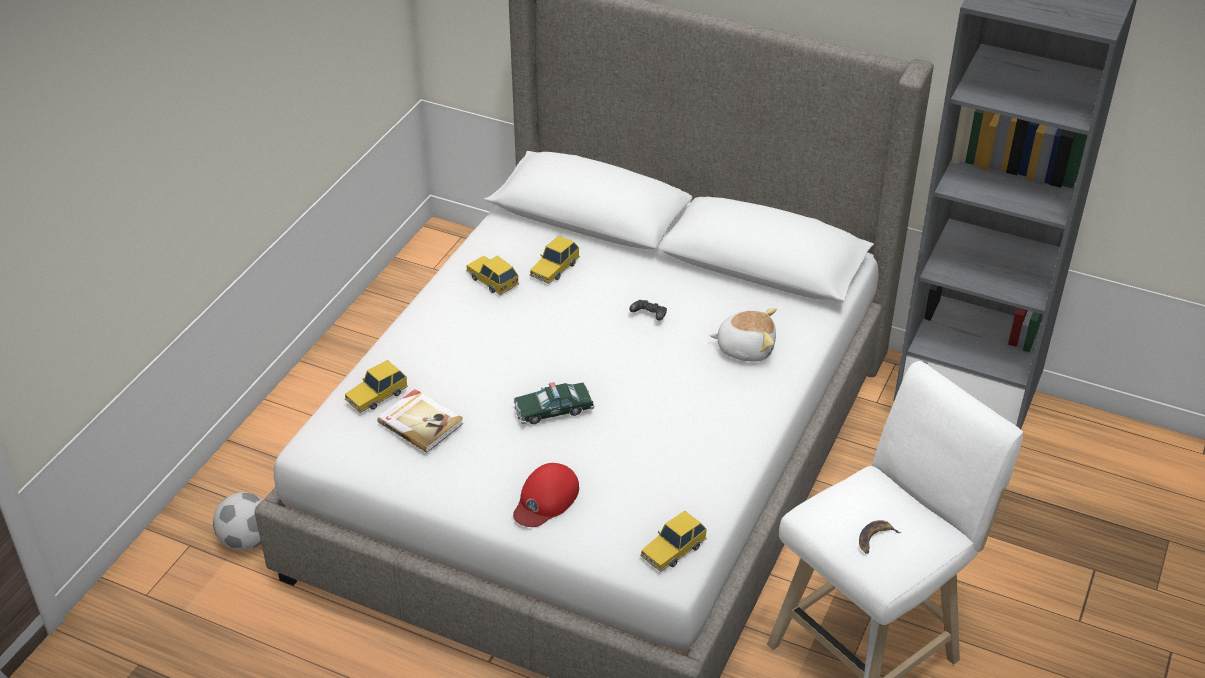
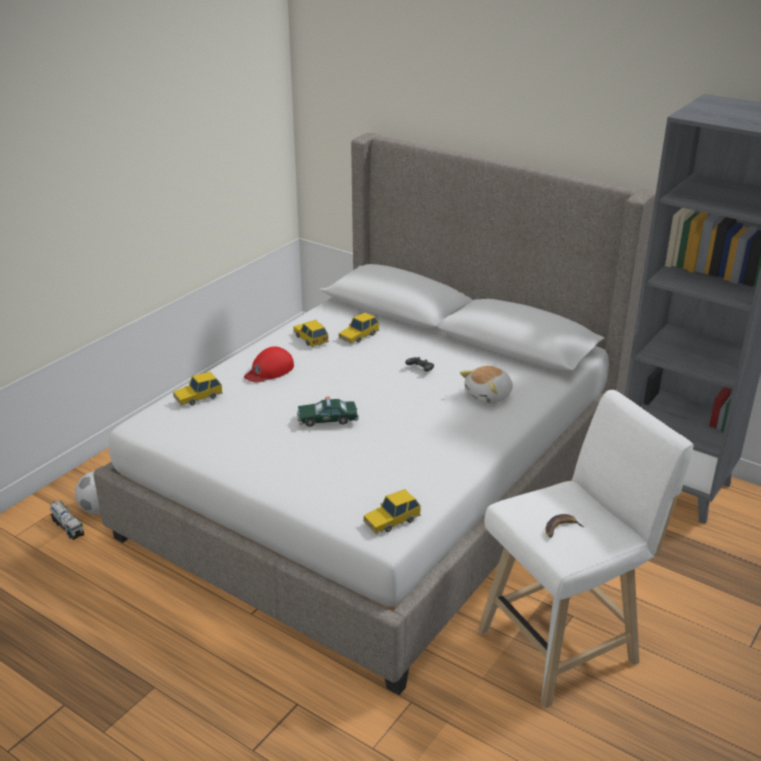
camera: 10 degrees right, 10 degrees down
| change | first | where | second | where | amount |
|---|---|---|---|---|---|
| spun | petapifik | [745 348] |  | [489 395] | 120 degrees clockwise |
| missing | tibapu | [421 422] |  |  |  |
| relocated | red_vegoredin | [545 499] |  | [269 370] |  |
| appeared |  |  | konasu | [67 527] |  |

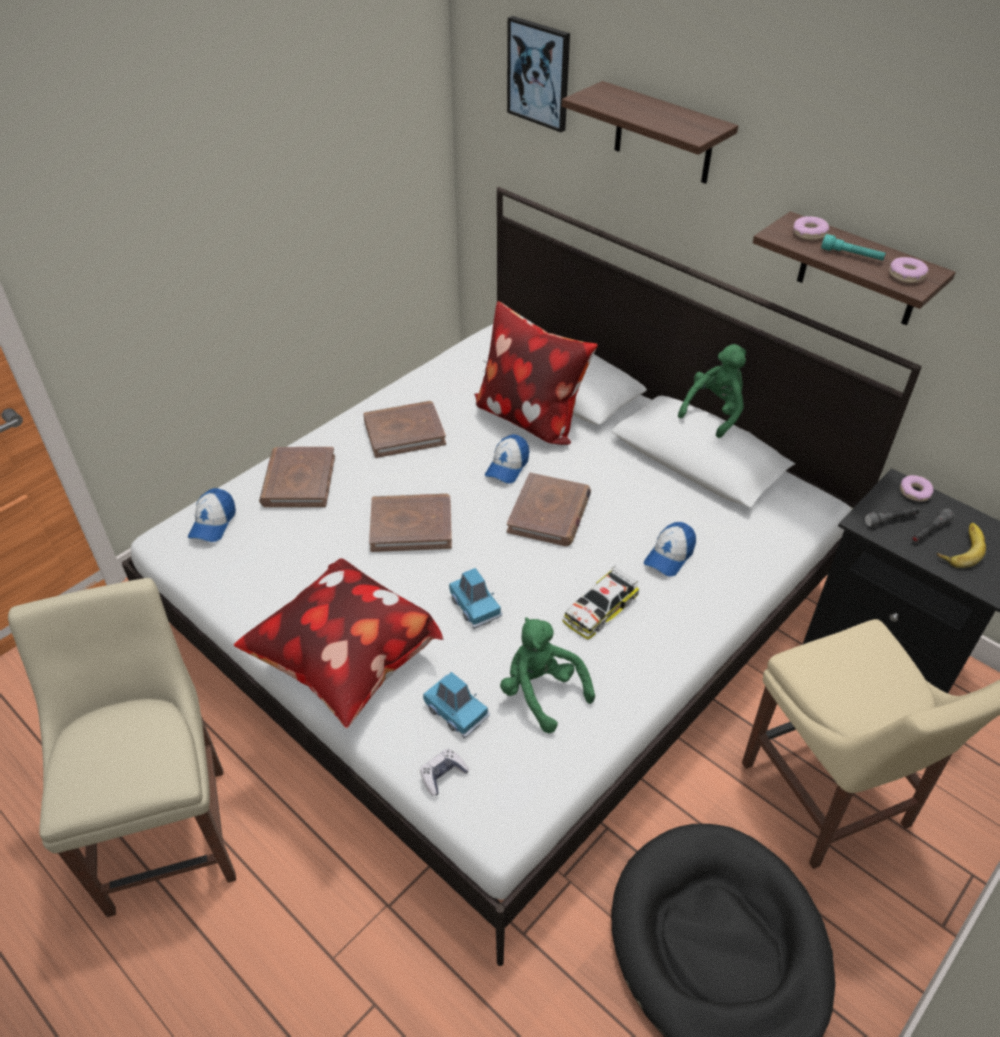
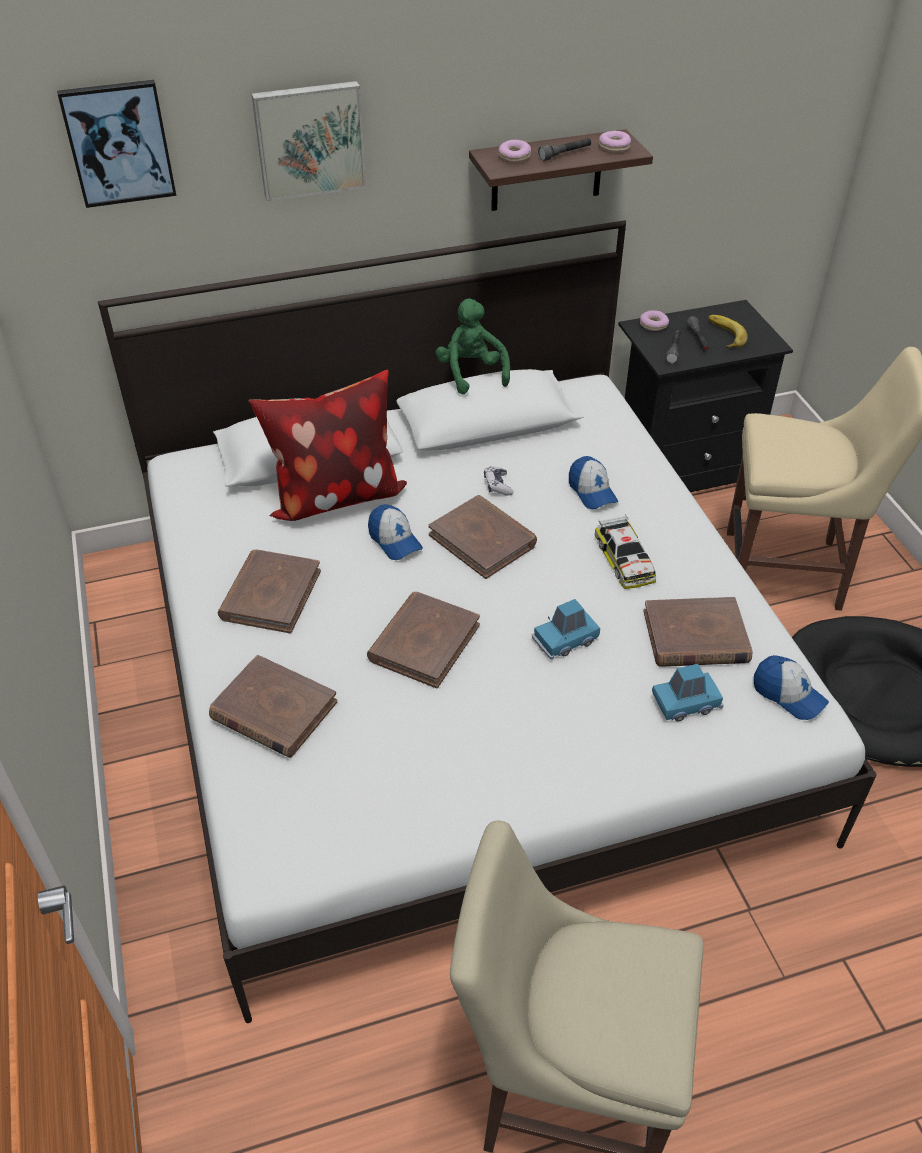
camera: 60 degrees left, 0 degrees up
| change | first | where | second | where | amount |
|---|---|---|---|---|---|
| exchanged | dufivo | [663 134] | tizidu | [309 139] |  |
| colour | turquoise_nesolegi | [851 255] | grey_nesolegi | [565 154] |  |
| relocated | vegoredin | [213 523] |  | [788 694] |  |
| missing | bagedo | [346 667] |  |  |  |
| spun | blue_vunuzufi | [475 606] |  | [565 640] | 150 degrees clockwise |
| exchanged | green_petapifik | [541 692] | brown_tibapu | [695 637] |  |
| relocated | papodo | [443 775] |  | [497 485] |  |

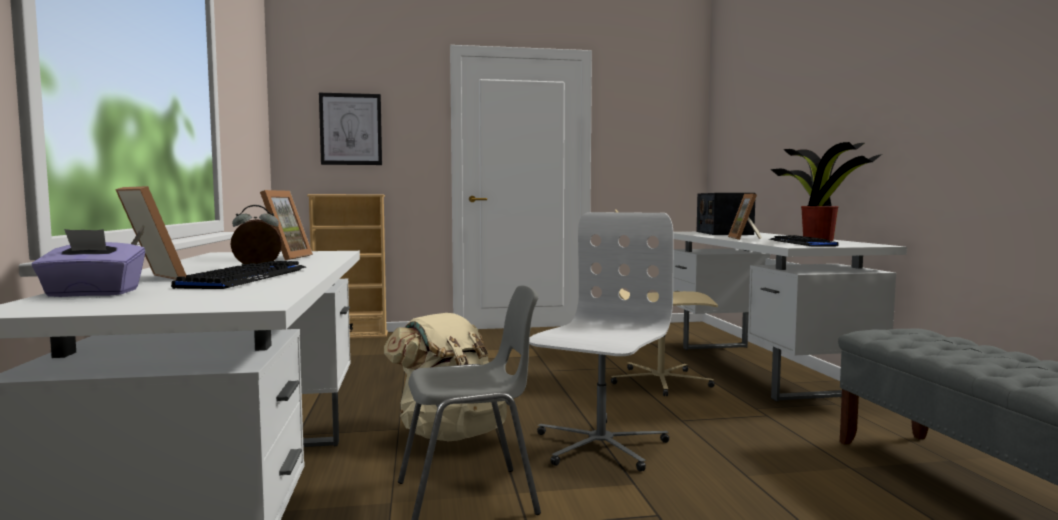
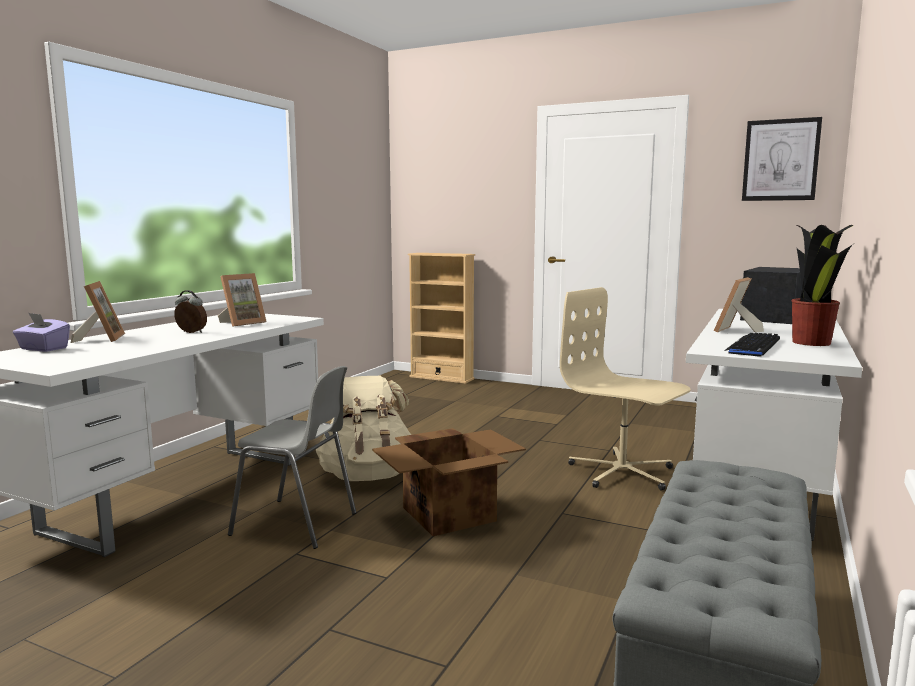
camera: 35 degrees right, 5 degrees up
| change | first | where | second | where | amount |
|---|---|---|---|---|---|
| relocated | tizidu | [351 129] |  | [780 160] |  |
| exchanged | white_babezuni | [599 445] | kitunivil | [450 514] |  |
| missing | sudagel | [247 278] |  |  |  |

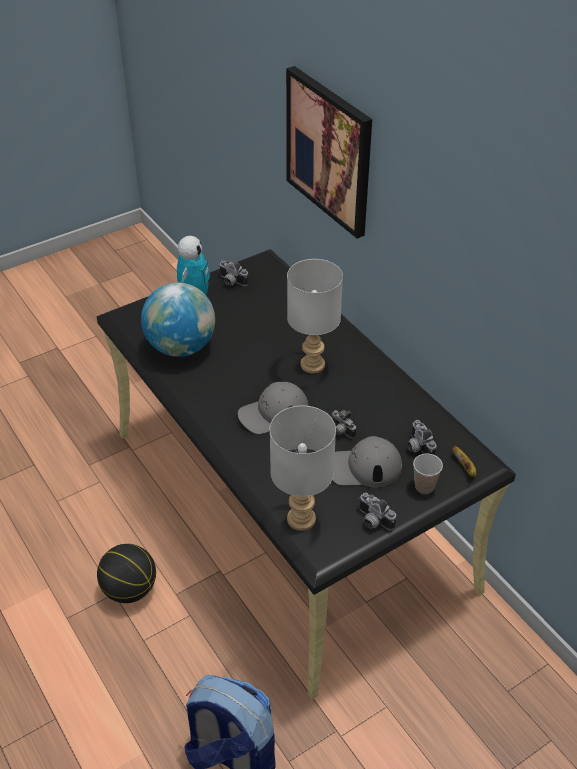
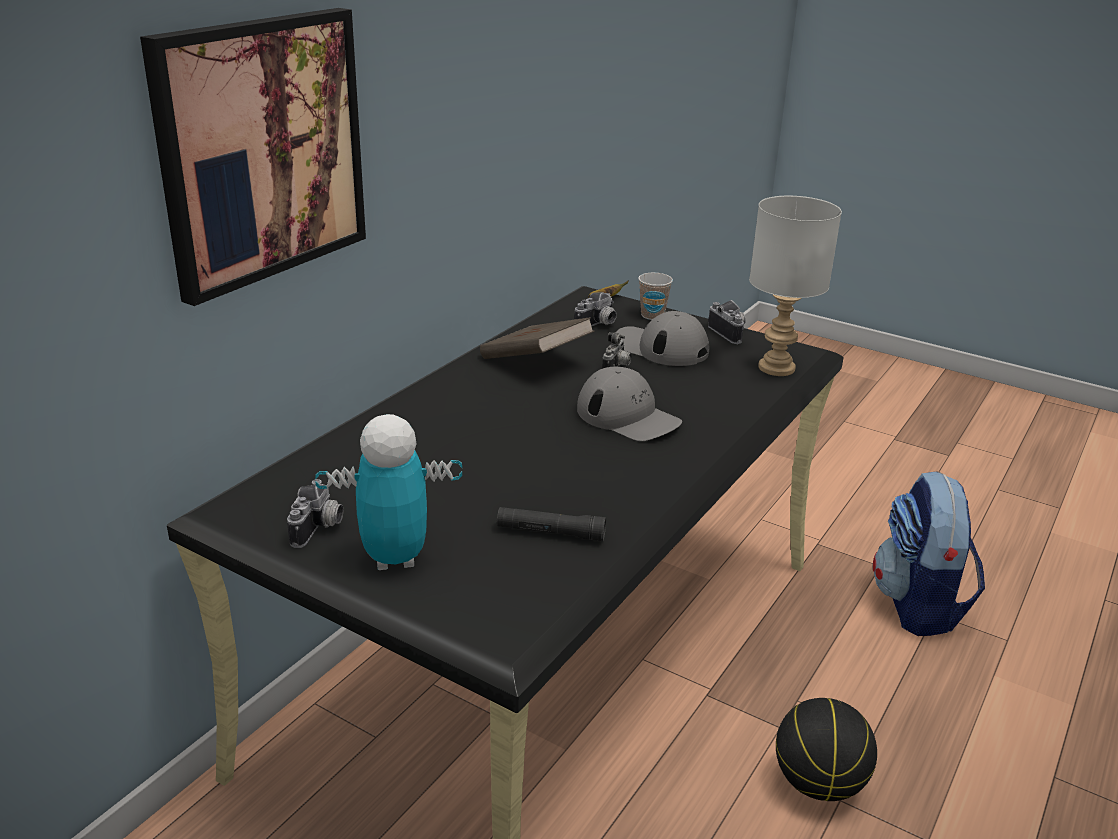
camera: 115 degrees left, 15 degrees down
| change | first | where | second | where | amount |
|---|---|---|---|---|---|
| missing | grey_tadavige | [313 365] |  |  |  |
| exchanged | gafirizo | [181 347] | black_nesolegi | [550 532] |  |
| spun | grey_vegoredin | [363 467] |  | [660 348] | 150 degrees clockwise |
| spun | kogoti | [372 521] |  | [730 333] | 45 degrees counterclockwise |
| appeared |  |  | brown_tibapu | [535 362] |  |

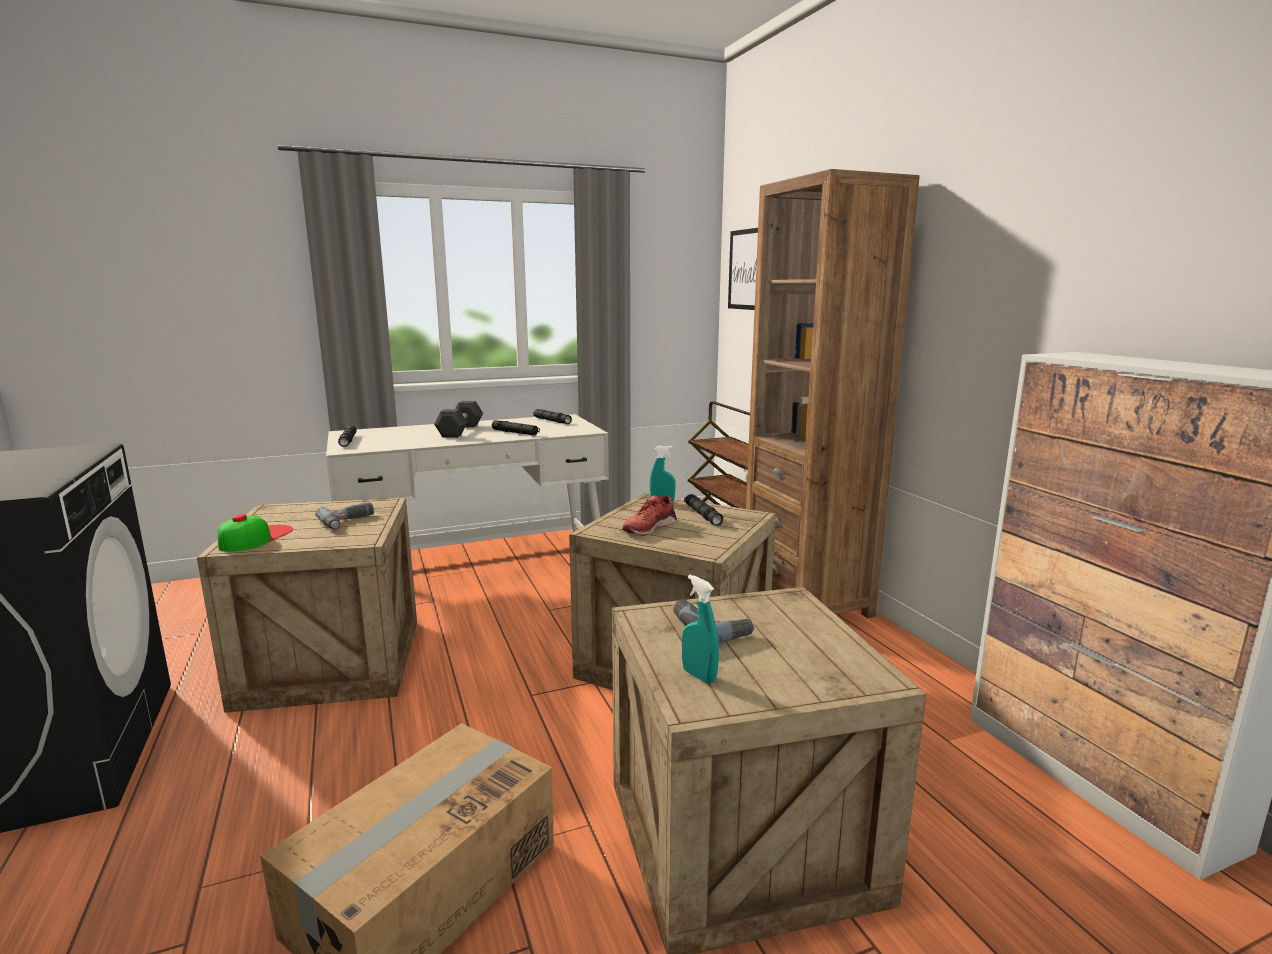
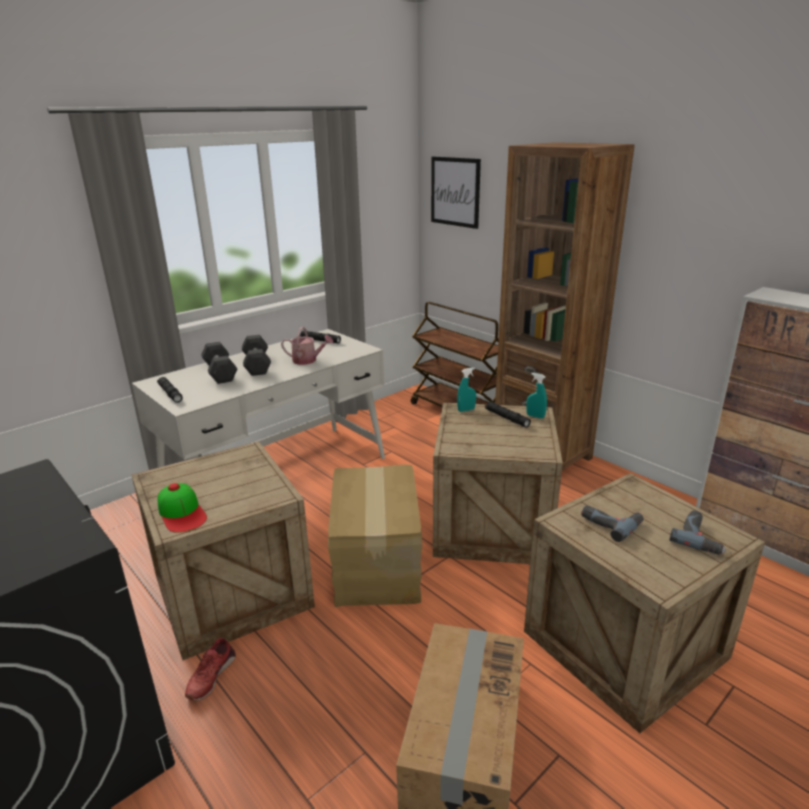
camera: 20 degrees left, 10 degrees up
| change | first | where | second | where | amount |
|---|---|---|---|---|---|
| exchanged | black_nesolegi | [515 432] | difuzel | [308 360] |  |
| relocated | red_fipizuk | [649 527] |  | [210 676] |  |
| relocated | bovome | [349 522] |  | [699 537] |  |
| spun | vegoredin | [256 537] |  | [182 513] | 150 degrees clockwise |
| relocated | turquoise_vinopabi | [699 676] |  | [535 416] |  |
| appeared |  |  | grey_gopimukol | [220 372] |  |
| appeared |  |  | kitunivil | [378 564] |  |

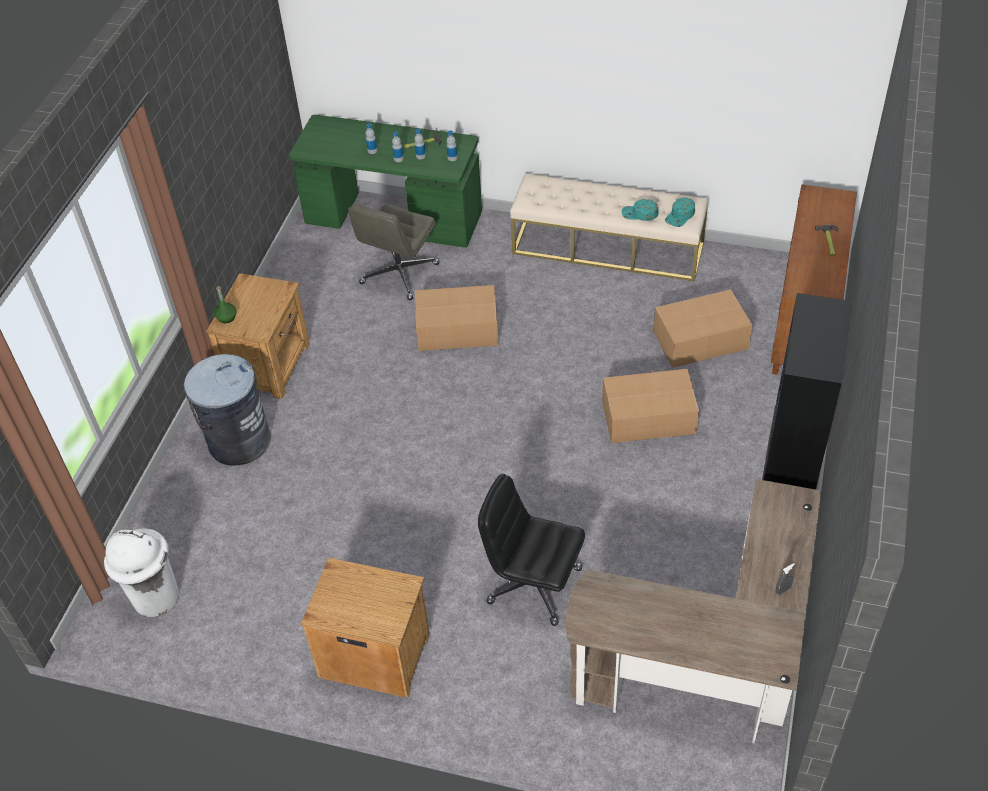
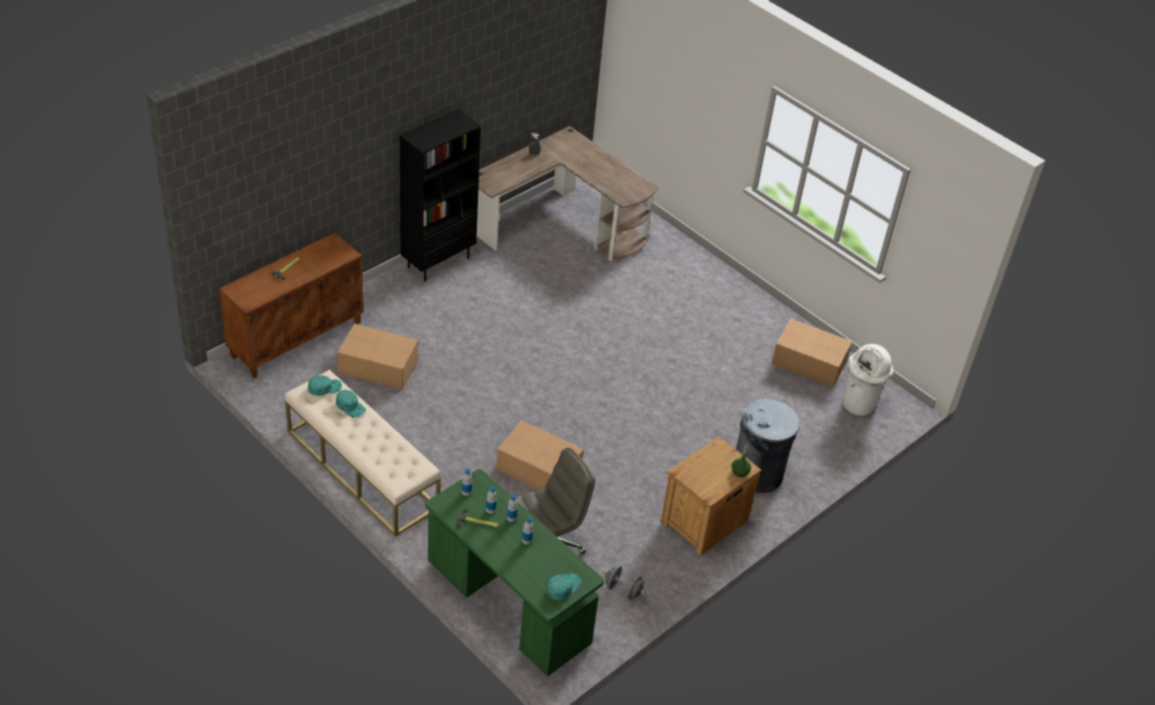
camera: 155 degrees left, 5 degrees down
| change | first | where | second | where | amount |
|---|---|---|---|---|---|
| relocated | kitunivil | [647 417] |  | [810 363] |  |
| missing | black_babezuni | [533 585] |  |  |  |
| missing | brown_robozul | [373 654] |  |  |  |
| appeared |  |  | grey_gopimukol | [623 590] |  |
| appeared |  |  | turquoise_vegoredin | [563 587] |  |

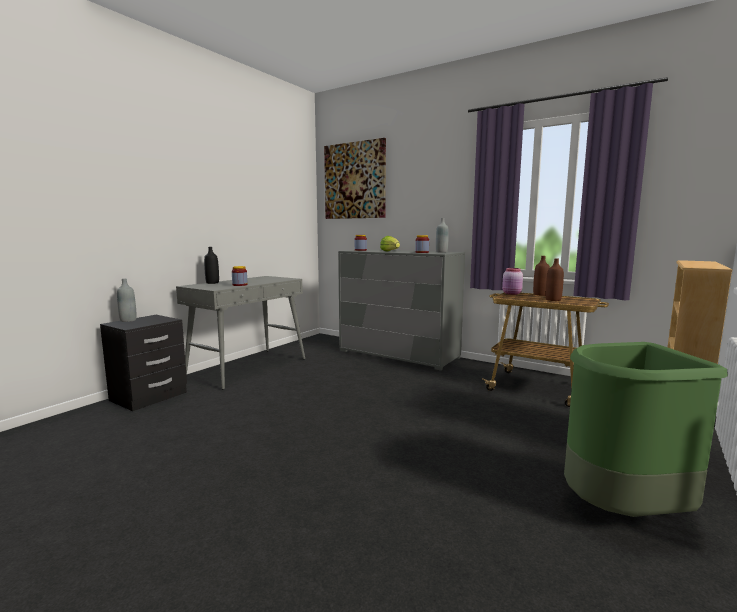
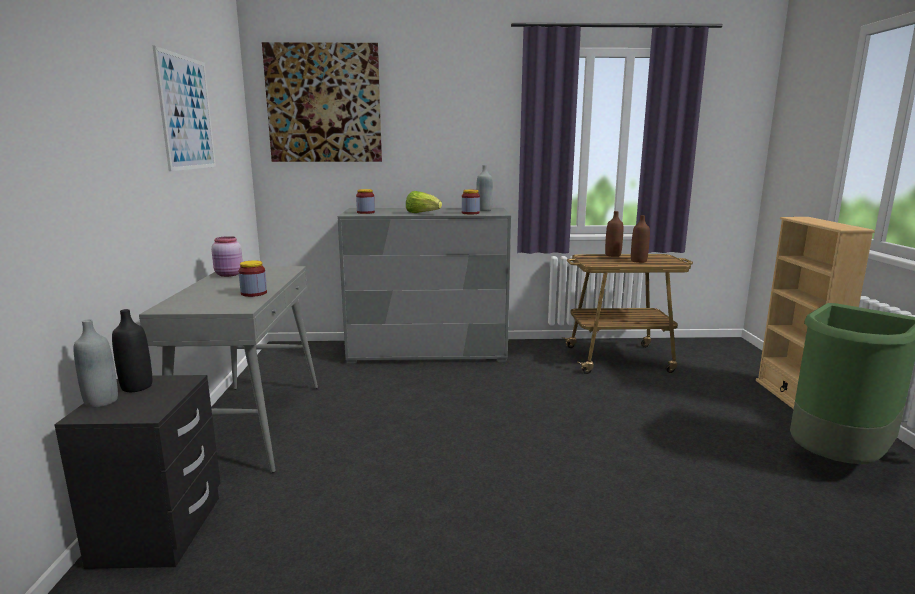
camera: 35 degrees left, 5 degrees up
| change | first | where | second | where | amount |
|---|---|---|---|---|---|
| relocated | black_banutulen | [212 283] |  | [137 387] |  |
| relocated | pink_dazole | [512 293] |  | [229 274] |  |
| appeared |  |  | tizidu | [186 113] |  |

